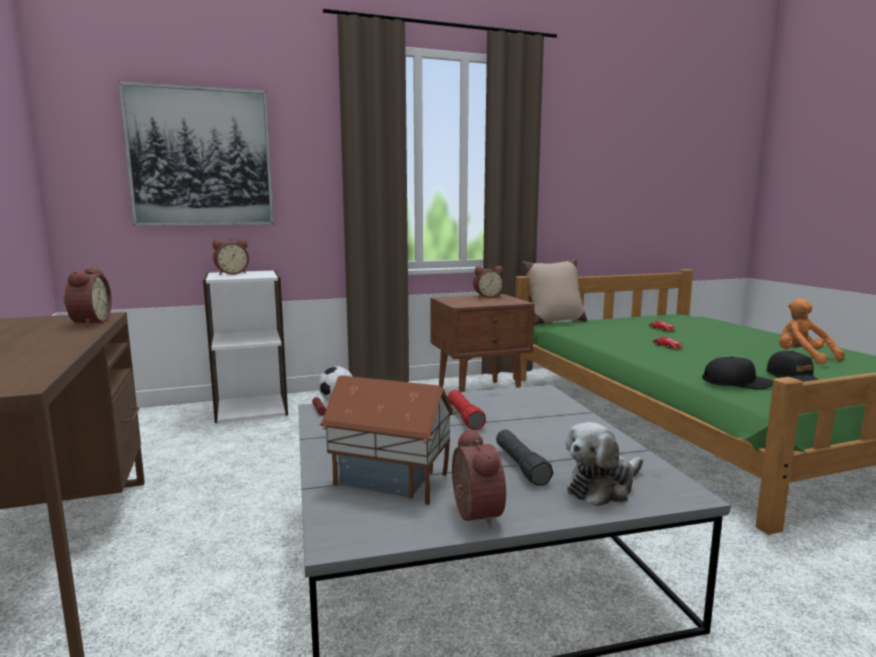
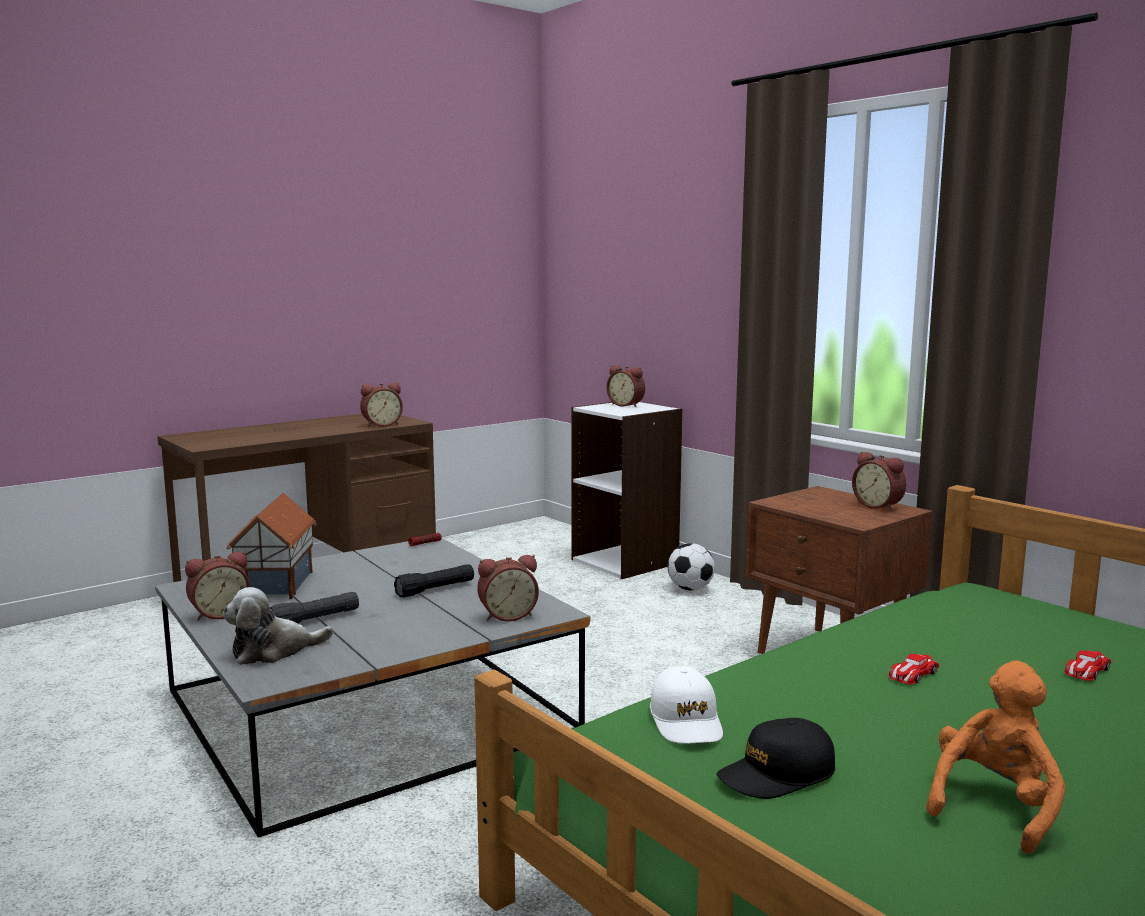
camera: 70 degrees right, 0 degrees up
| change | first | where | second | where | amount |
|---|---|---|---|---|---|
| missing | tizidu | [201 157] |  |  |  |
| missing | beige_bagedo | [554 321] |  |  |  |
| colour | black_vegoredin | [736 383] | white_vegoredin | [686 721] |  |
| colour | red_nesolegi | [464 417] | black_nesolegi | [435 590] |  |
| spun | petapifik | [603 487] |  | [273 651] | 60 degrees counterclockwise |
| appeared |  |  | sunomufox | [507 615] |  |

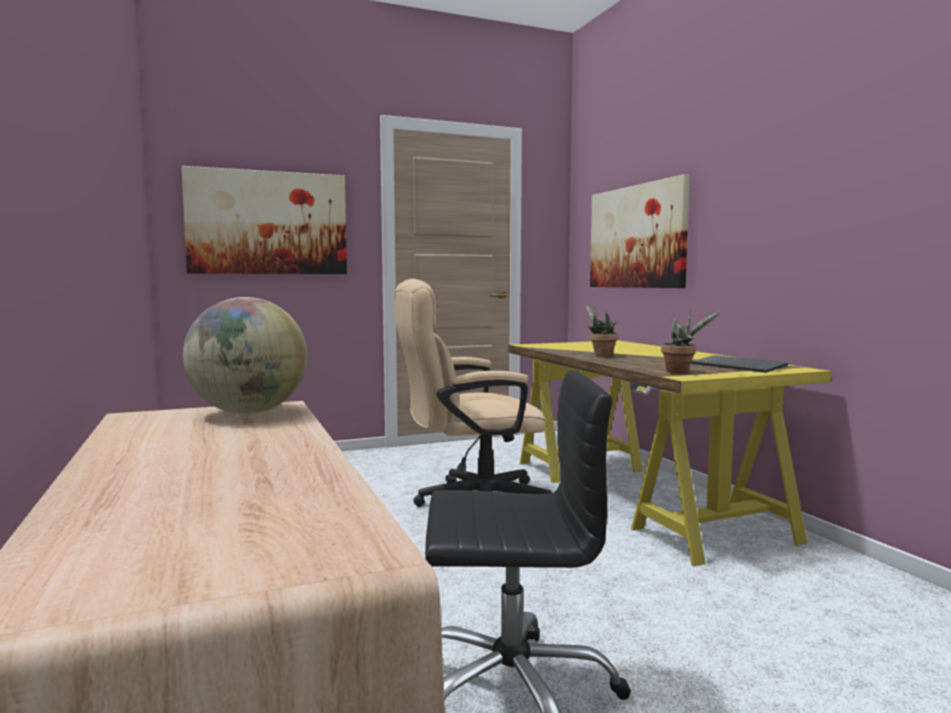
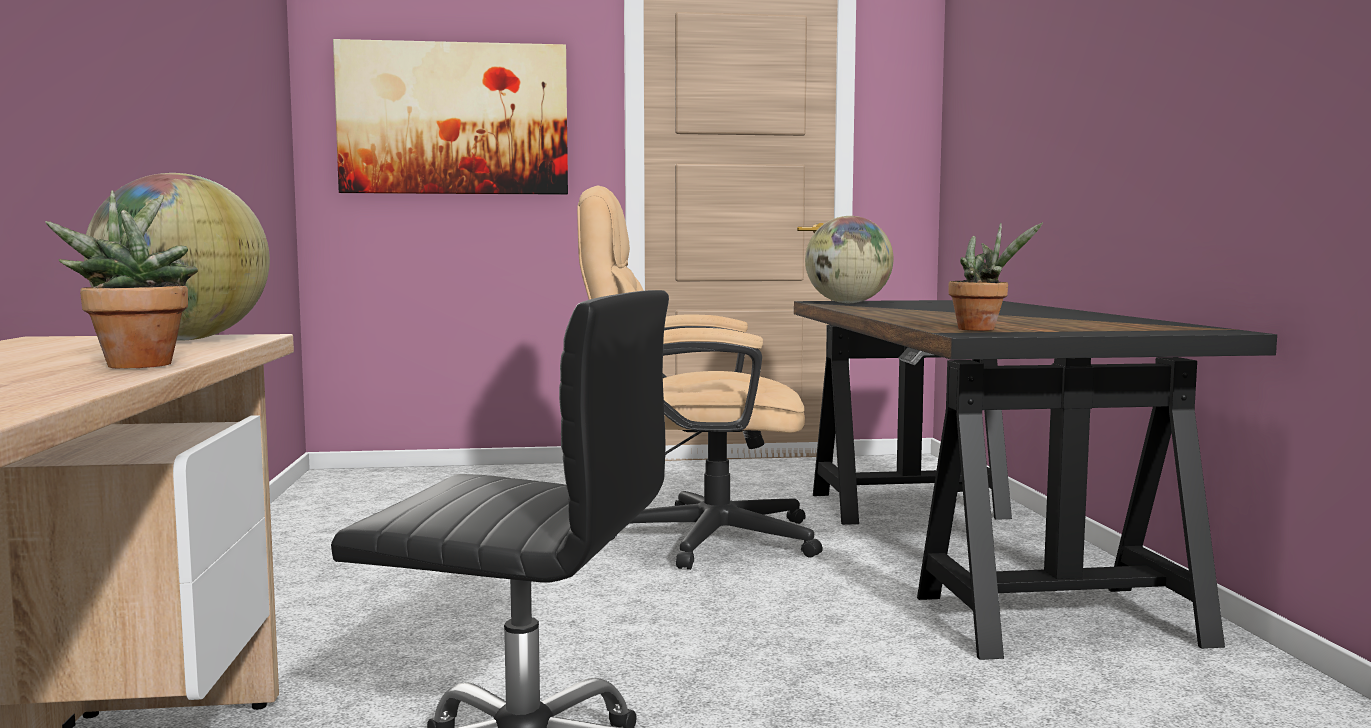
camera: 15 degrees right, 0 degrees up
| change | first | where | second | where | amount |
|---|---|---|---|---|---|
| missing | tizidu | [636 237] |  |  |  |
| relocated | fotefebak | [600 355] |  | [137 364] |  |
| colour | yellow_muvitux | [639 496] | black_muvitux | [973 553] |  |
| missing | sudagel | [740 366] |  |  |  |
| appeared |  |  | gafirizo | [847 303] |  |

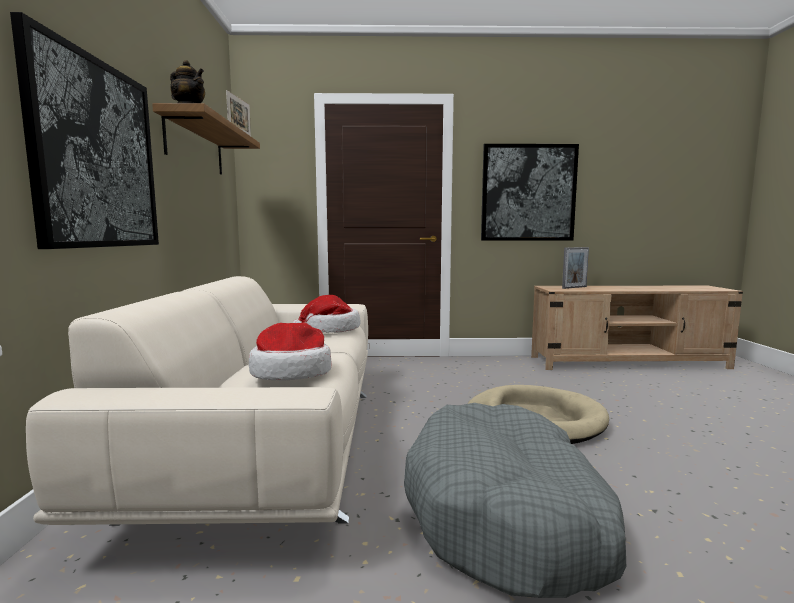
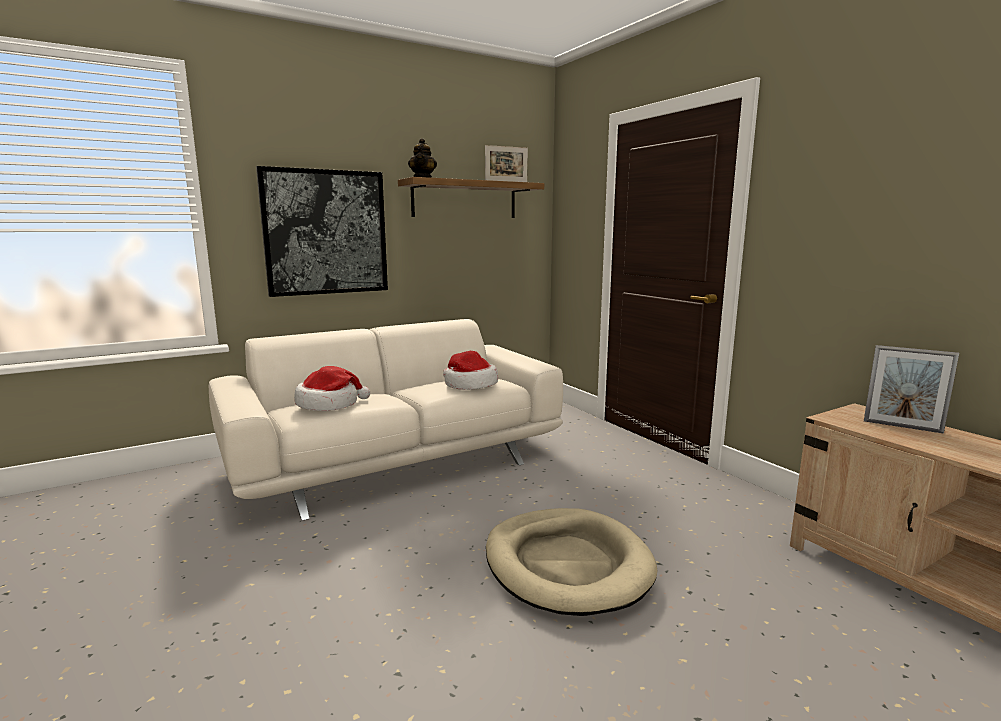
camera: 60 degrees right, 5 degrees up
| change | first | where | second | where | amount |
|---|---|---|---|---|---|
| missing | tizidu | [528 193] |  |  |  |
| missing | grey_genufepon | [507 515] |  |  |  |

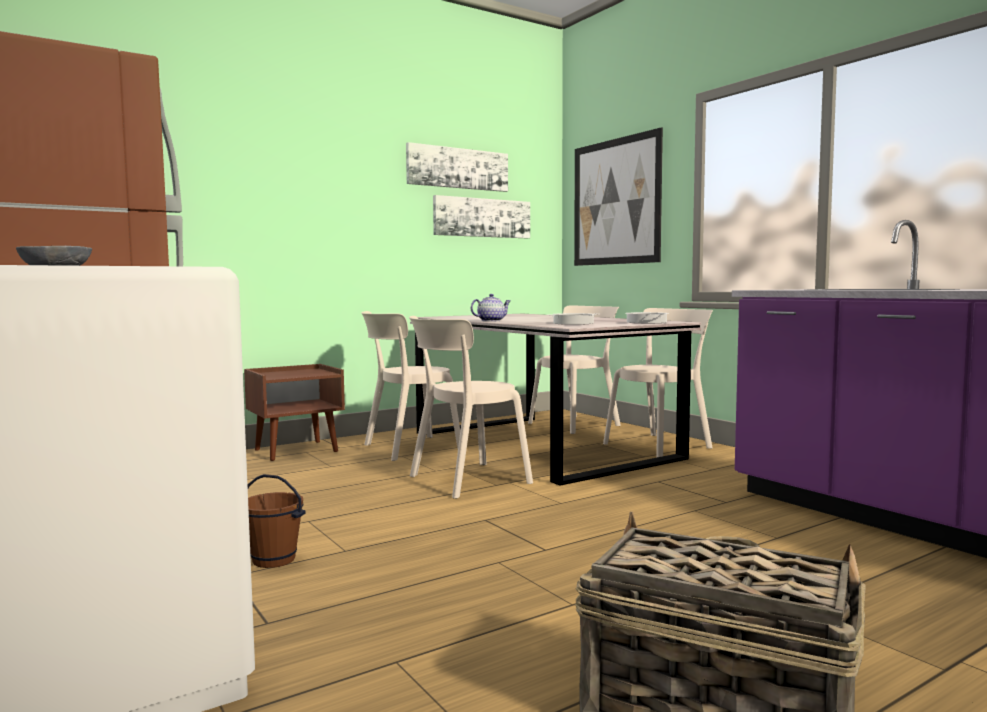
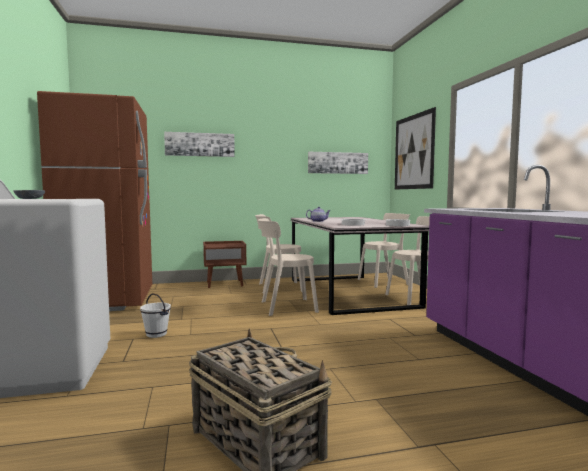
camera: 20 degrees right, 0 degrees up
| change | first | where | second | where | amount |
|---|---|---|---|---|---|
| relocated | tizidu | [457 168] |  | [200 144] |  |
| colour | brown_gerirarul | [273 560] | white_gerirarul | [156 334] |  |

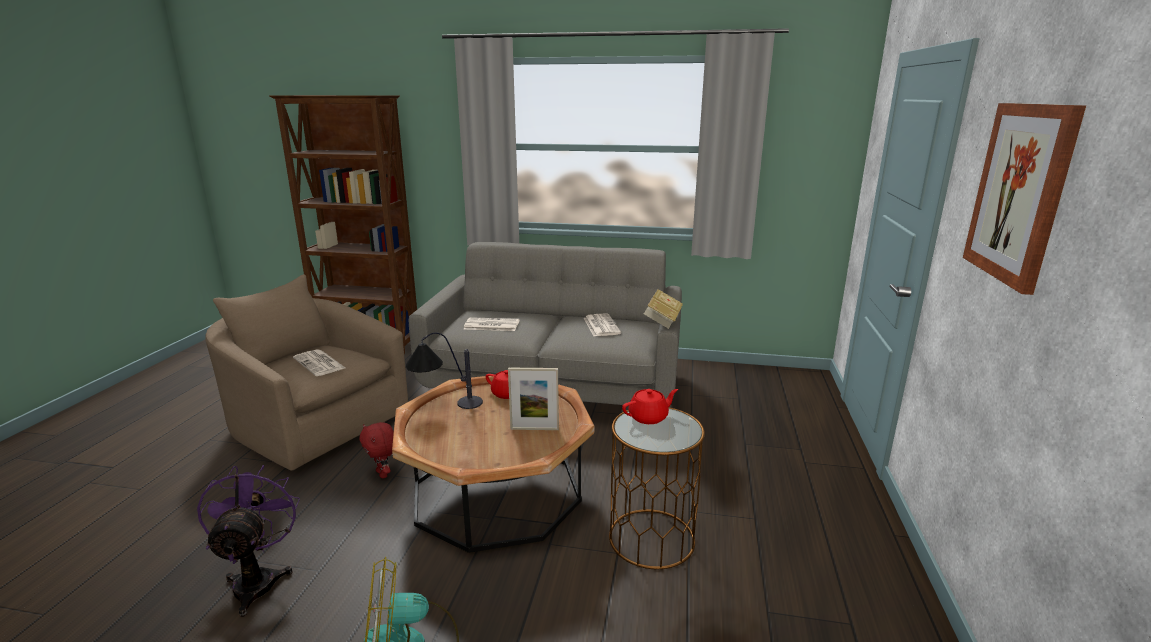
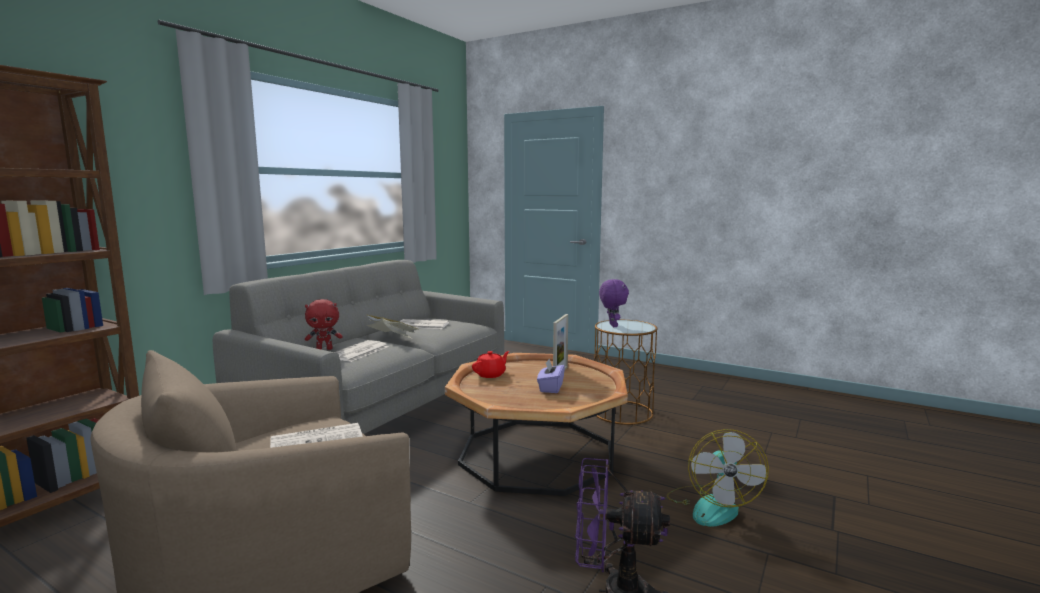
camera: 70 degrees left, 10 degrees down
| change | first | where | second | where | amount |
|---|---|---|---|---|---|
| missing | tizidu | [1020 193] |  |  |  |
| relocated | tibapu | [663 320] |  | [391 337] |  |
| missing | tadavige | [443 404] |  |  |  |
| exchanged | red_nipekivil | [649 417] | purple_petapifik | [612 325] |  |
| relocated | red_petapifik | [383 474] |  | [324 349] |  |
| appeared |  |  | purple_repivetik | [550 388] |  |

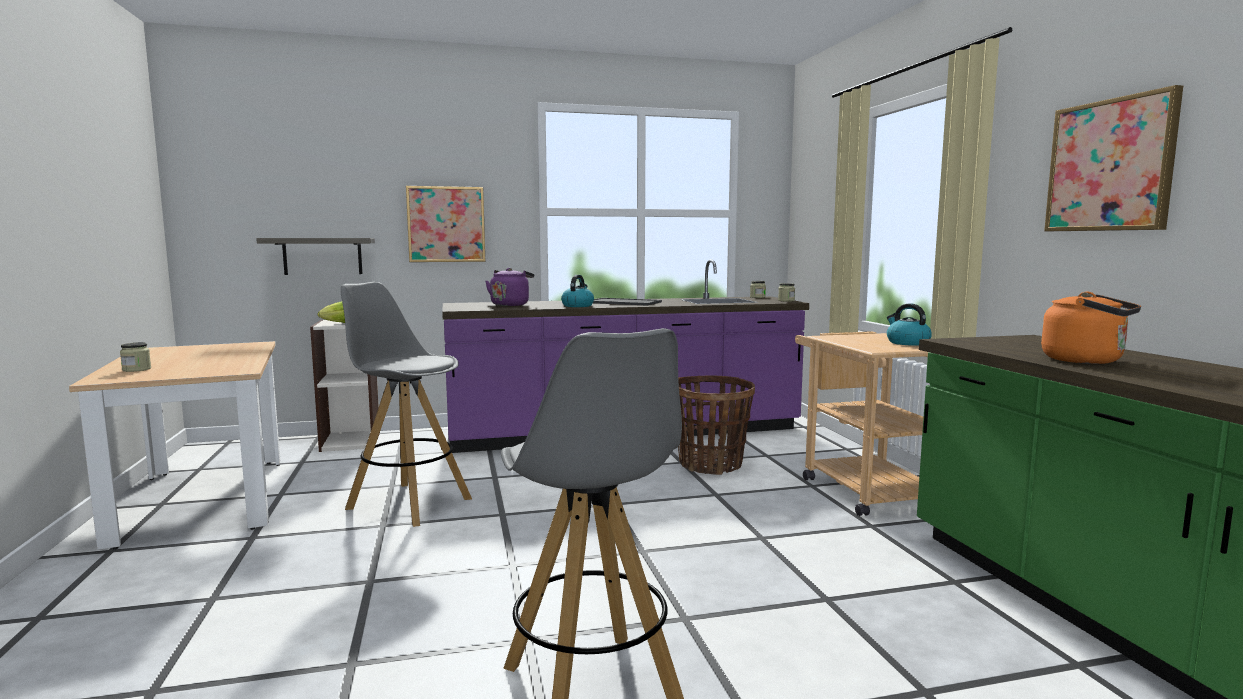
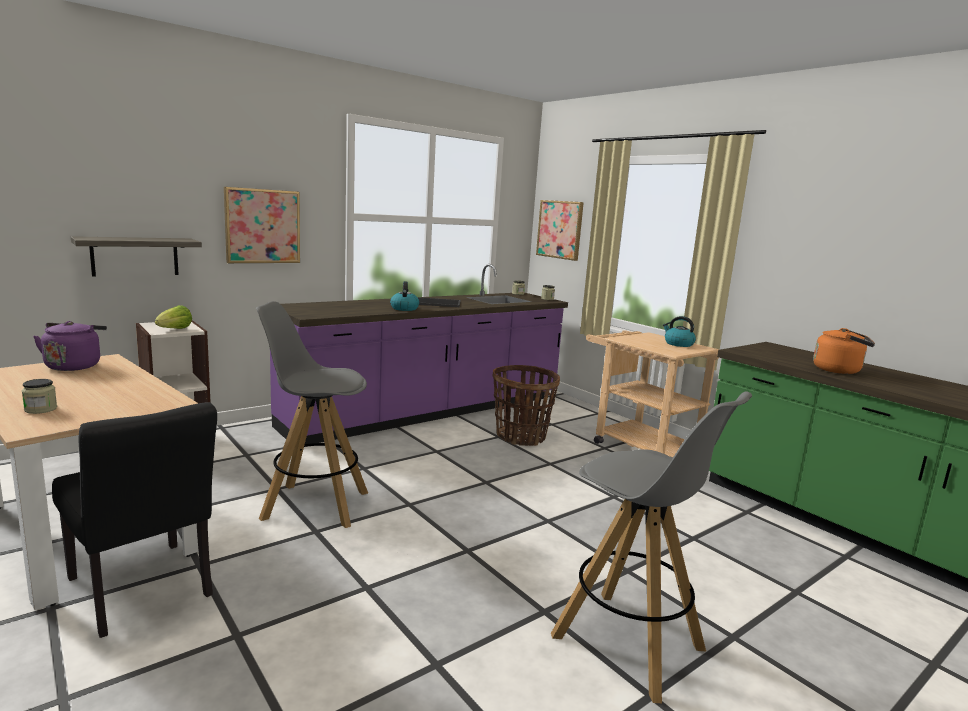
camera: 25 degrees left, 5 degrees up
| change | first | where | second | where | amount |
|---|---|---|---|---|---|
| relocated | tizidu | [1110 165] |  | [560 229] |  |
| relocated | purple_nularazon | [510 304] |  | [74 366] |  |
| appeared |  |  | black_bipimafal | [144 592] |  |

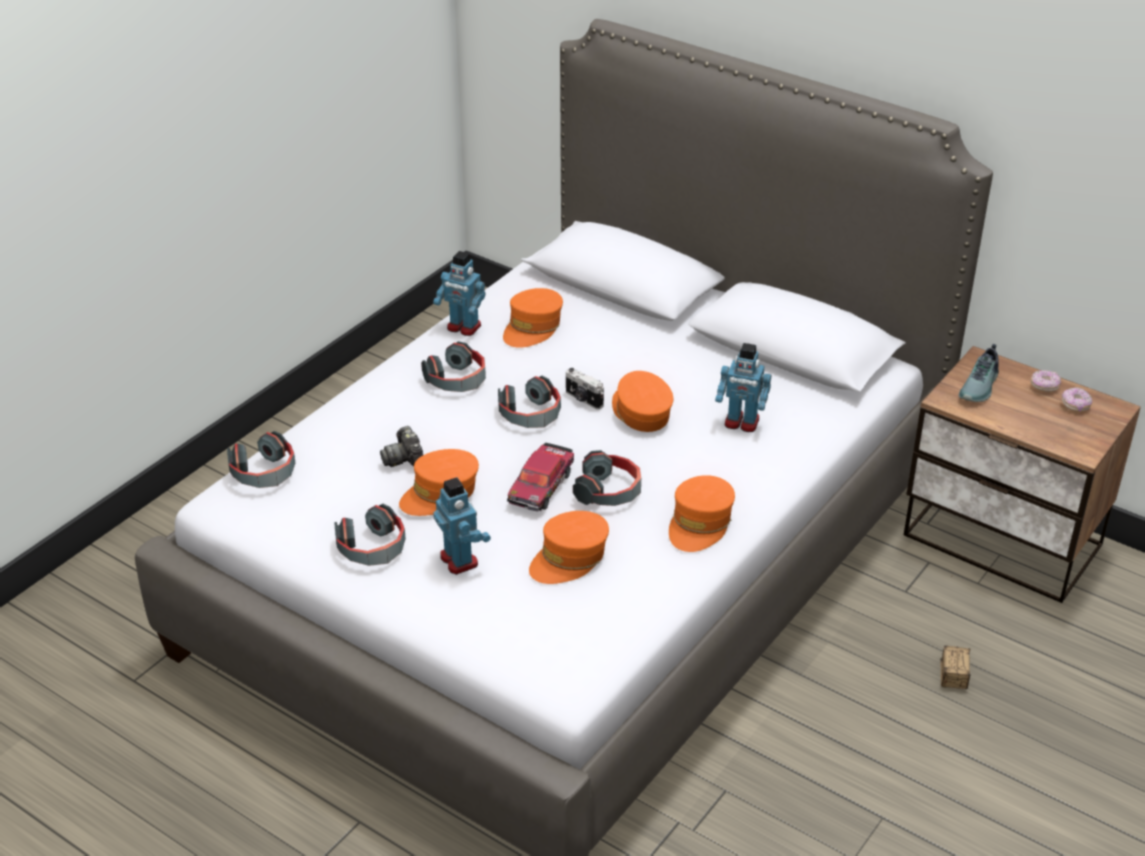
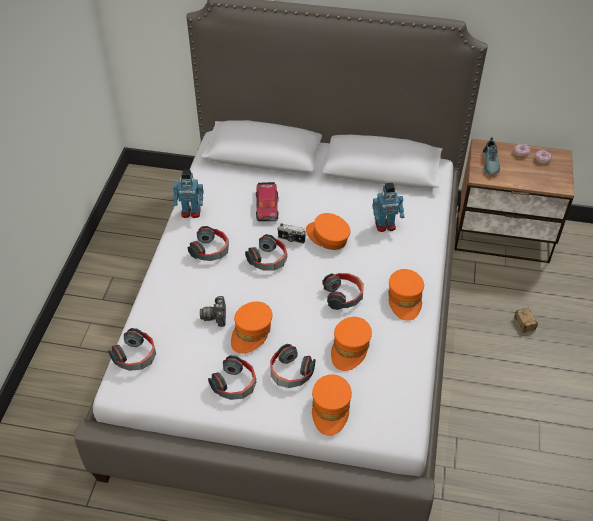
camera: 25 degrees left, 10 degrees up
| change | first | where | second | where | amount |
|---|---|---|---|---|---|
| relocated | orange_vegoredin | [532 328] |  | [331 409] |  |
| spun | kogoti | [404 459] |  | [216 316] | 45 degrees clockwise |
| relocated | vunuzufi | [542 485] |  | [267 206] |  |
| exchanged | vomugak | [460 560] | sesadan | [290 373] |  |

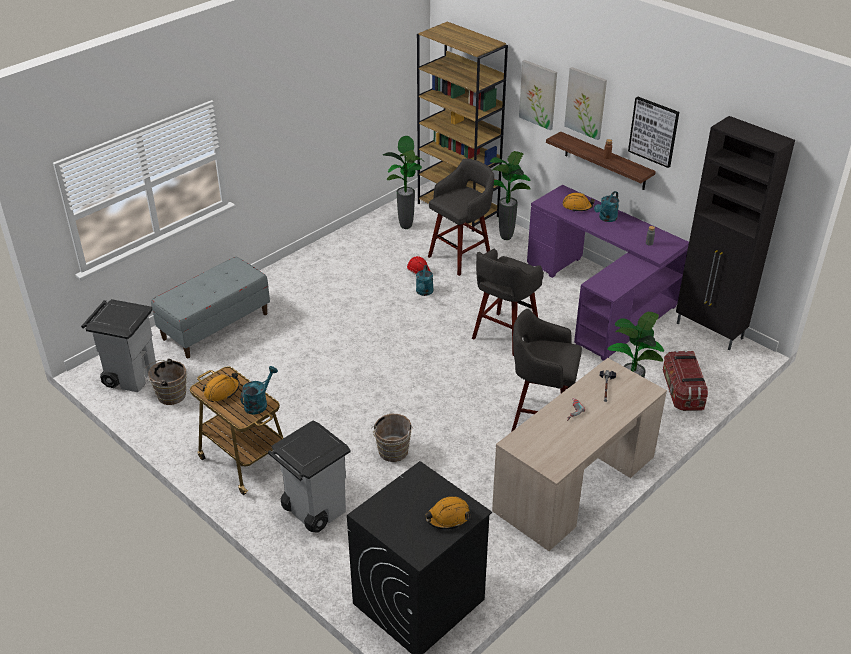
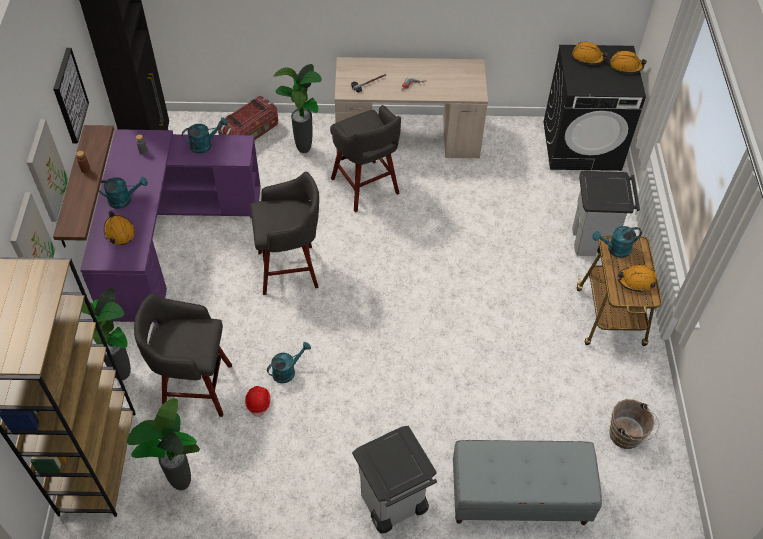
camera: 135 degrees left, 15 degrees up
| change | first | where | second | where | amount |
|---|---|---|---|---|---|
| relocated | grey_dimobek | [131 376] |  | [392 504] |  |
| missing | brown_gerirarul | [392 453] |  |  |  |
| appeared |  |  | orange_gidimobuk | [626 66] |  |
| appeared |  |  | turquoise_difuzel | [205 144] |  |

